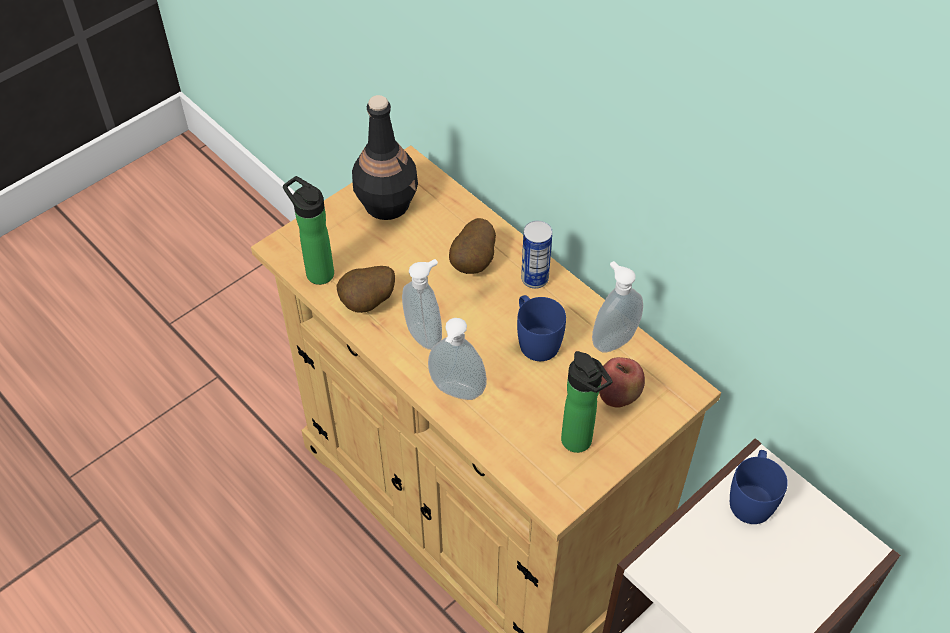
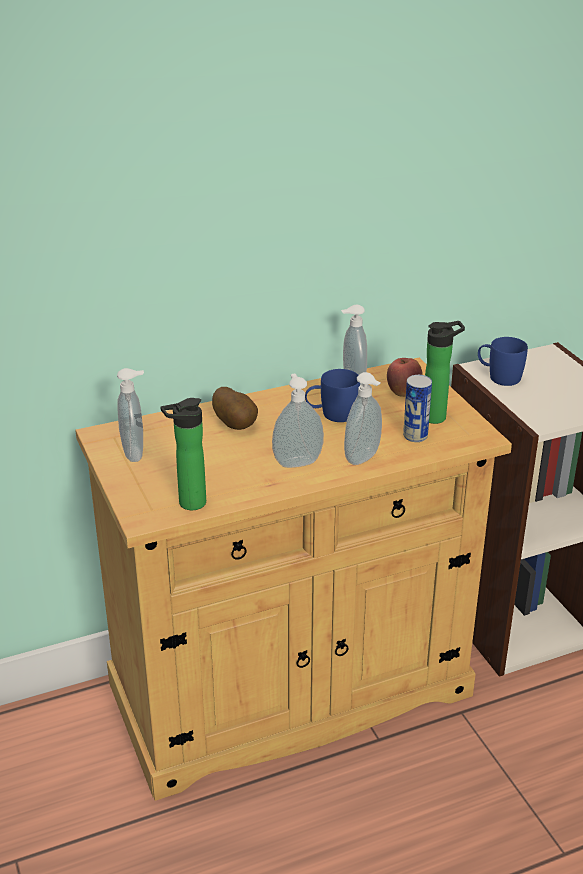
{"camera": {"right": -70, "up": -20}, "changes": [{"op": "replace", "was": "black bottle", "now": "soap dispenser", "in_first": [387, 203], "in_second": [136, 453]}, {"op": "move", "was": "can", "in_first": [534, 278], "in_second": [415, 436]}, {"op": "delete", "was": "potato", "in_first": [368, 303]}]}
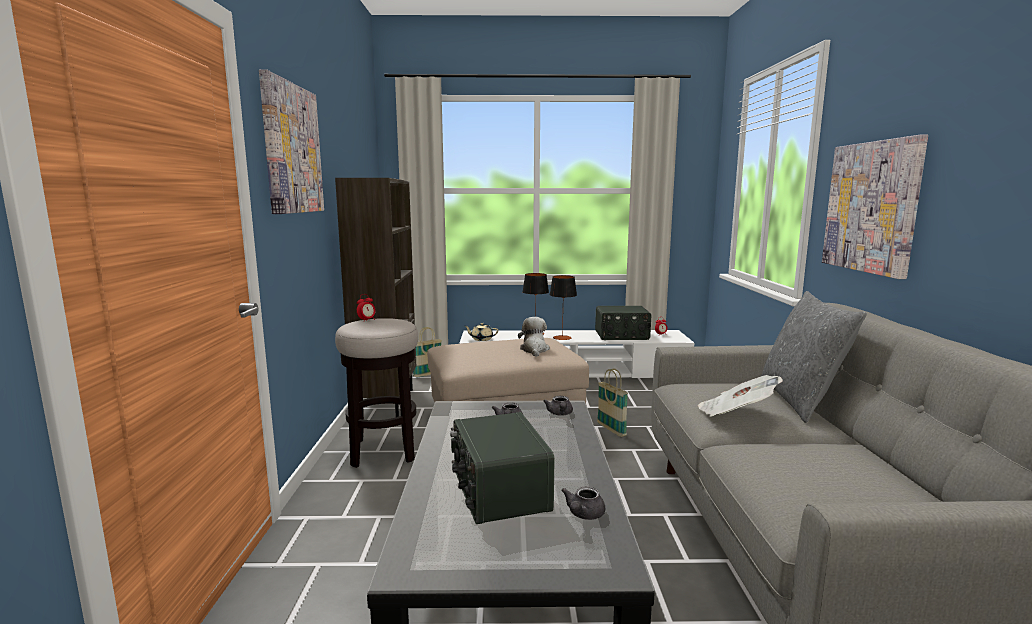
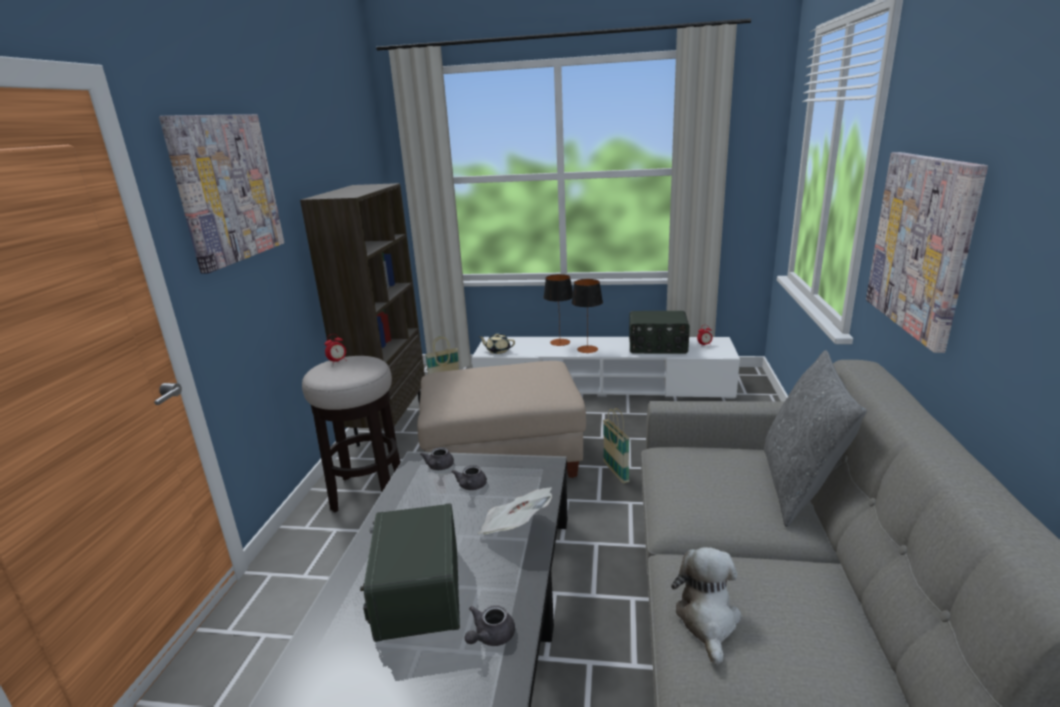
{"camera": {"right": 10, "up": 10}, "changes": [{"op": "move", "was": "plush toy", "in_first": [534, 350], "in_second": [707, 620]}, {"op": "move", "was": "newspaper", "in_first": [735, 414], "in_second": [515, 528]}, {"op": "move", "was": "grey teapot", "in_first": [560, 414], "in_second": [439, 467]}]}
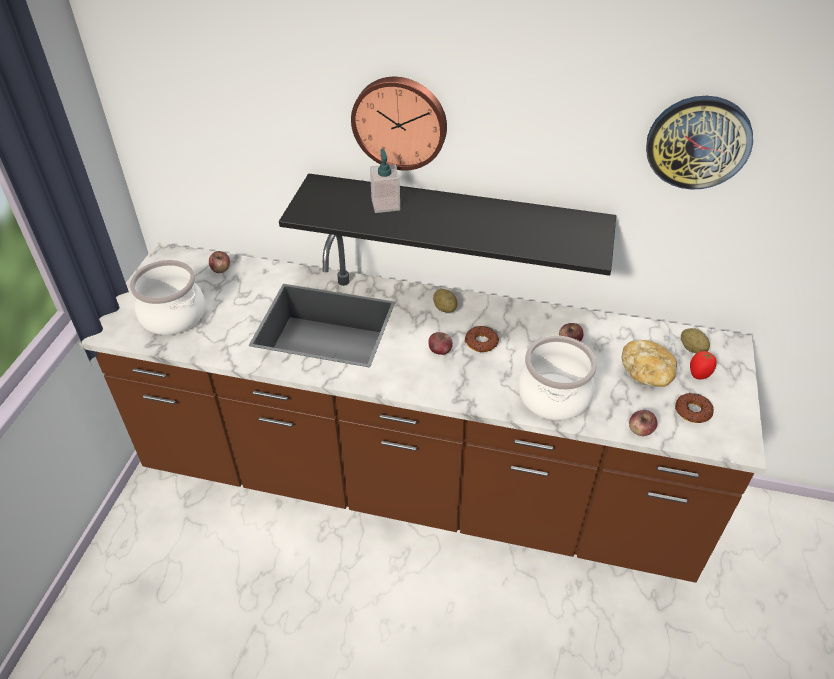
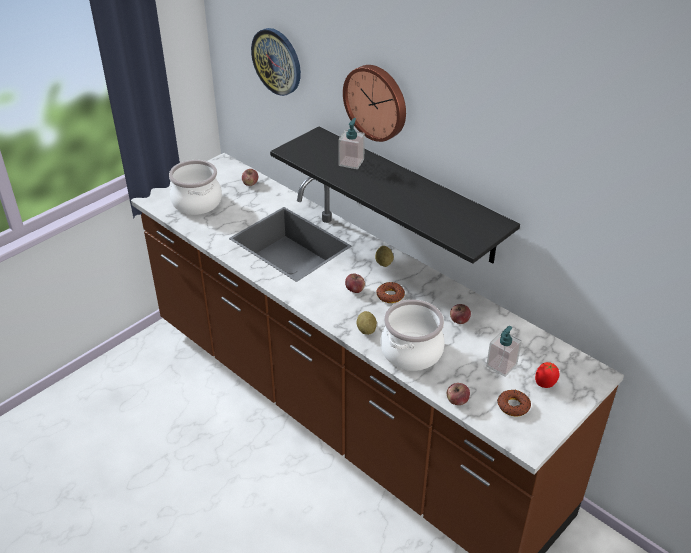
{"camera": {"right": 30, "up": -5}, "changes": [{"op": "move", "was": "wall clock", "in_first": [698, 142], "in_second": [277, 61]}, {"op": "move", "was": "potato", "in_first": [692, 348], "in_second": [366, 330]}, {"op": "replace", "was": "bread", "now": "soap dispenser", "in_first": [646, 373], "in_second": [501, 365]}]}
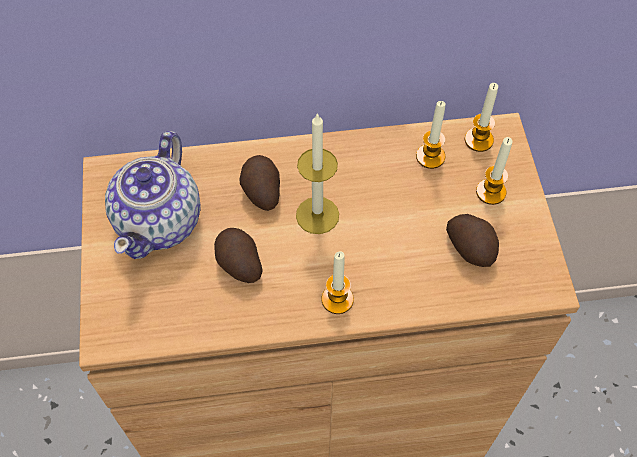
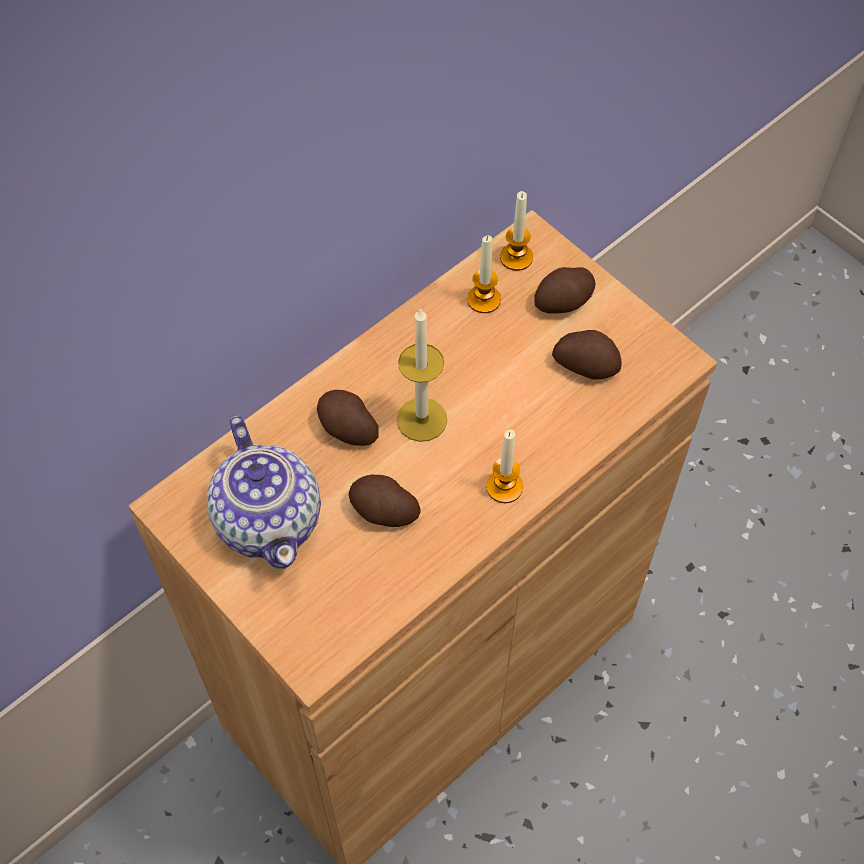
{"camera": {"right": -35, "up": 0}, "changes": [{"op": "replace", "was": "candle", "now": "potato", "in_first": [490, 192], "in_second": [565, 302]}]}
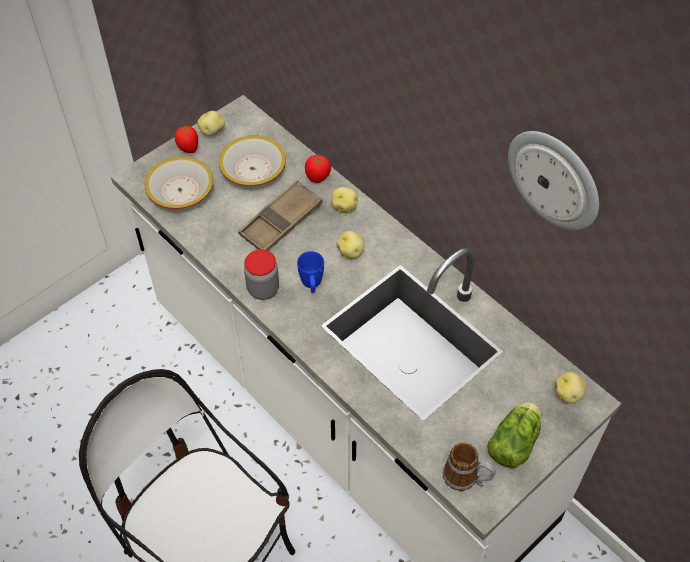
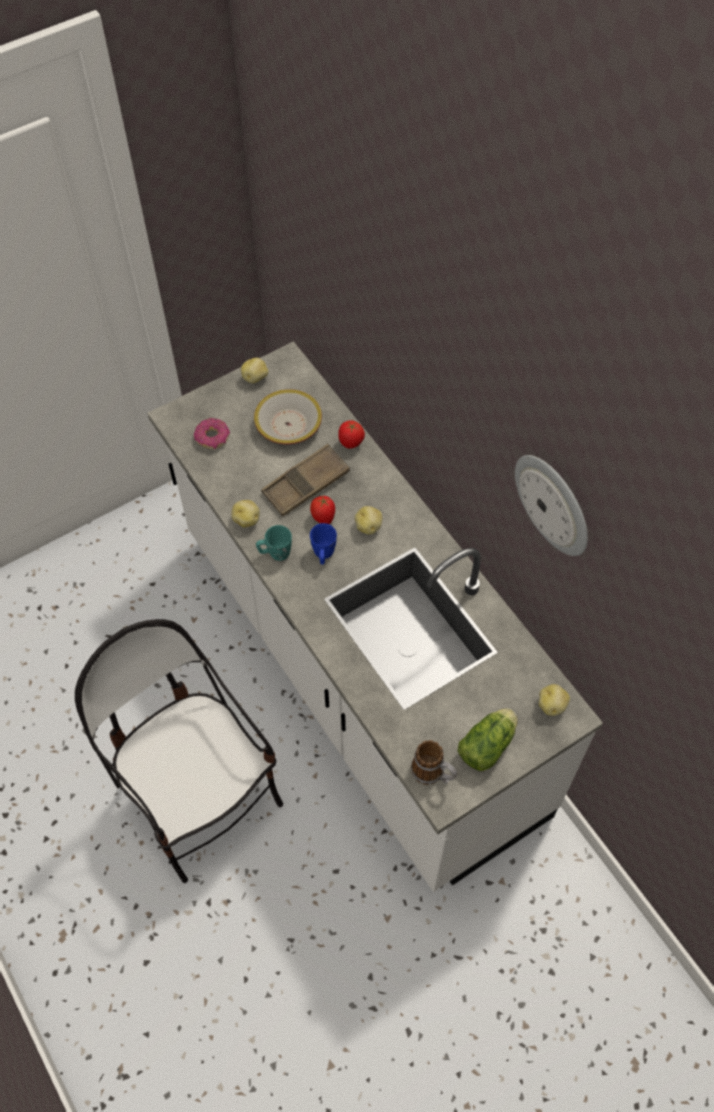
{"camera": {"right": 10, "up": 5}, "changes": [{"op": "move", "was": "tomato", "in_first": [188, 149], "in_second": [323, 518]}, {"op": "replace", "was": "bowl", "now": "donut", "in_first": [180, 190], "in_second": [212, 438]}, {"op": "move", "was": "potato", "in_first": [344, 206], "in_second": [246, 519]}, {"op": "replace", "was": "jar", "now": "turquoise mug", "in_first": [263, 289], "in_second": [275, 553]}]}
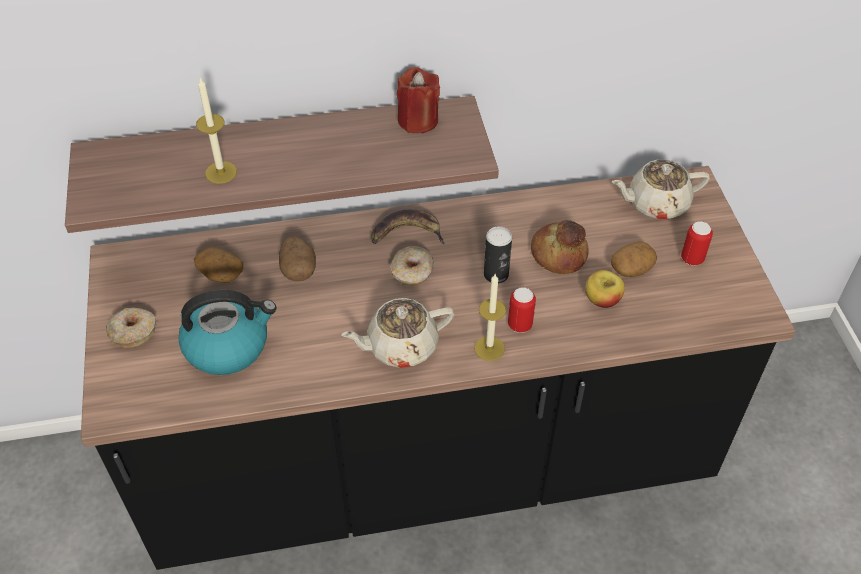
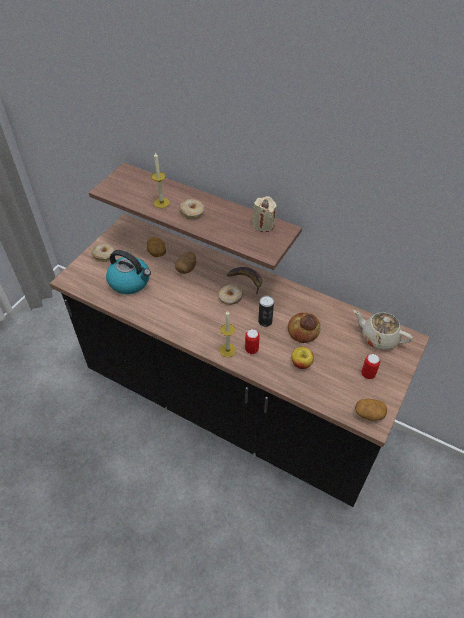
{"camera": {"right": 40, "up": 0}, "changes": [{"op": "recolor", "was": "red candle", "now": "beige candle", "in_first": [418, 120], "in_second": [263, 225]}, {"op": "move", "was": "potato", "in_first": [631, 269], "in_second": [369, 414]}, {"op": "delete", "was": "beige teapot", "in_first": [400, 346]}, {"op": "insert", "now": "donut", "in_second": [192, 212]}]}
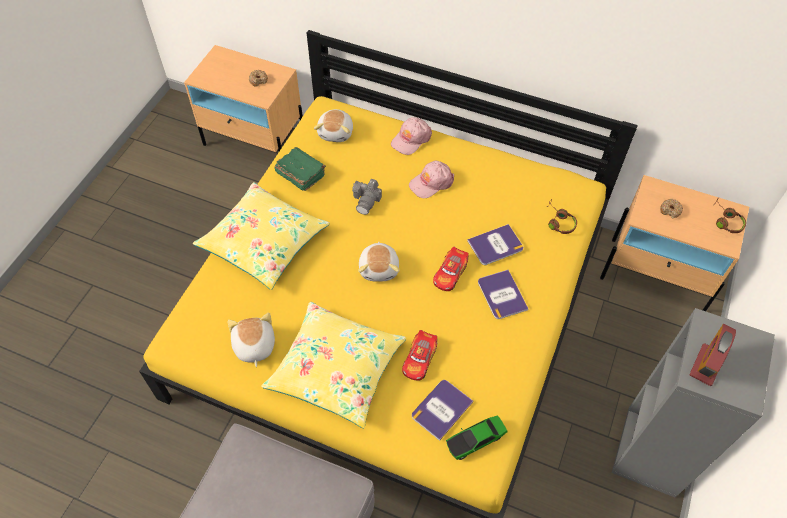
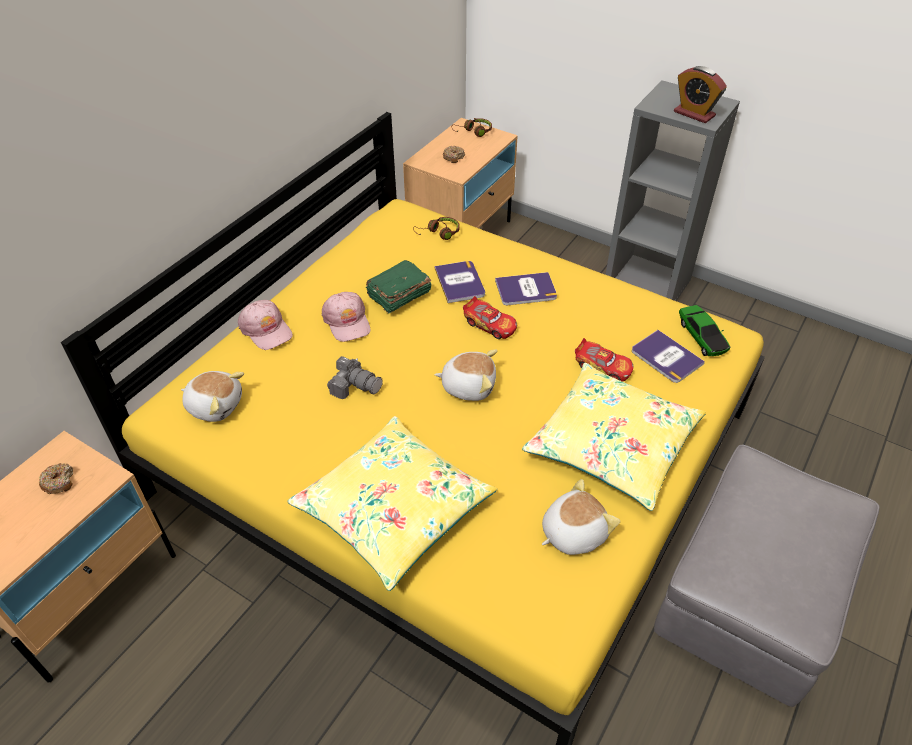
{"camera": {"right": -80, "up": -10}, "changes": [{"op": "move", "was": "green book", "in_first": [300, 174], "in_second": [398, 295]}, {"op": "rotate", "was": "plush toy", "in_first": [253, 346], "in_second": [572, 532], "clockwise": 150}]}
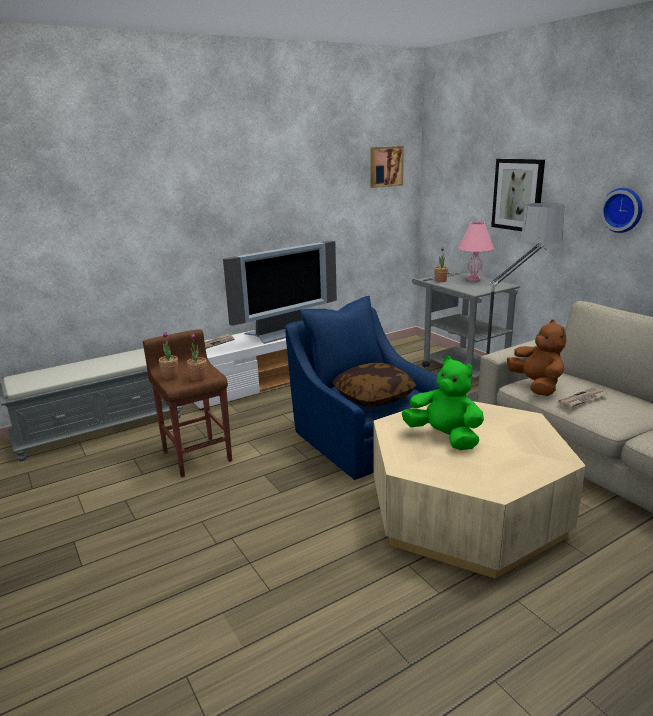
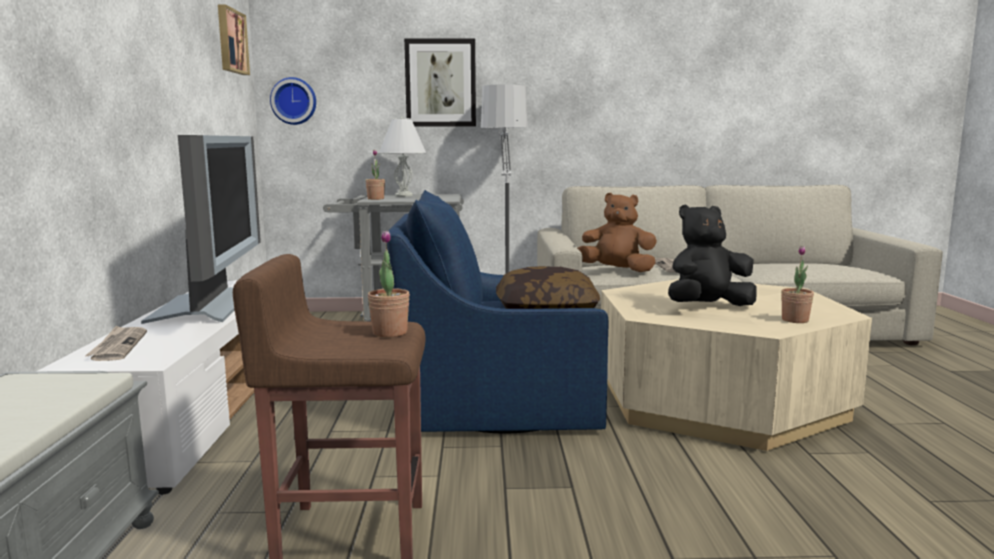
{"camera": {"right": -60, "up": -10}, "changes": [{"op": "move", "was": "wall clock", "in_first": [623, 210], "in_second": [294, 101]}, {"op": "recolor", "was": "pink table lamp", "now": "white table lamp", "in_first": [474, 279], "in_second": [404, 195]}, {"op": "move", "was": "potted plant", "in_first": [170, 376], "in_second": [795, 320]}, {"op": "recolor", "was": "green plush toy", "now": "black plush toy", "in_first": [444, 437], "in_second": [707, 307]}]}
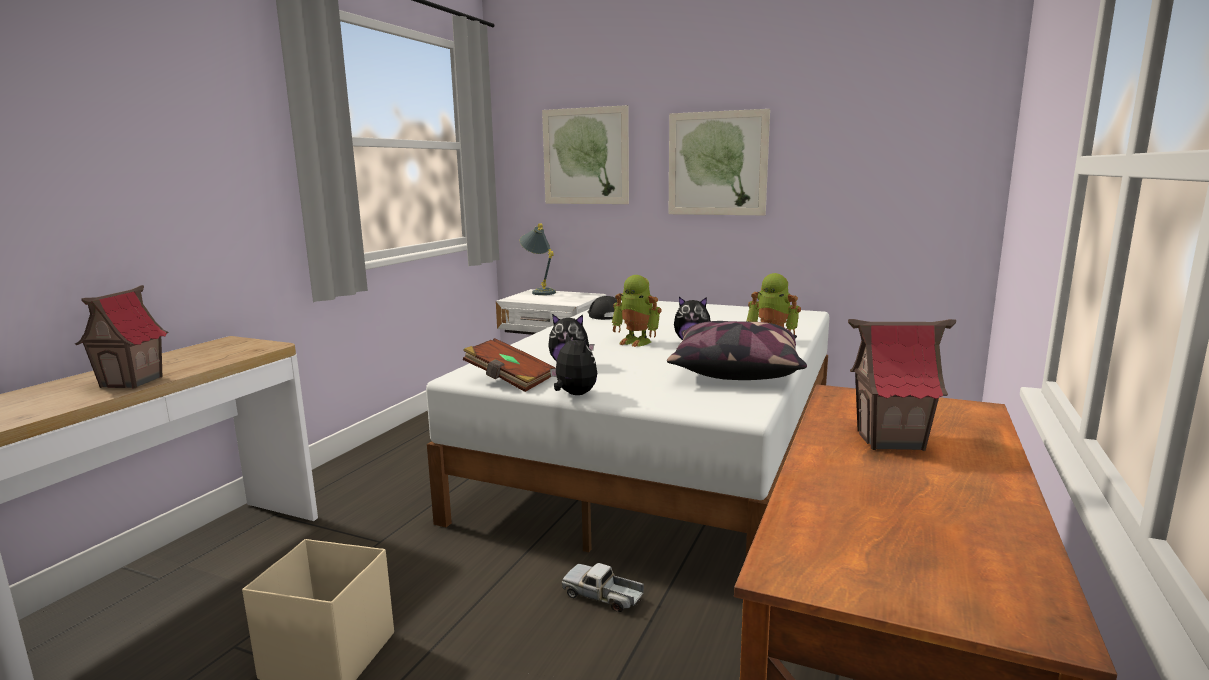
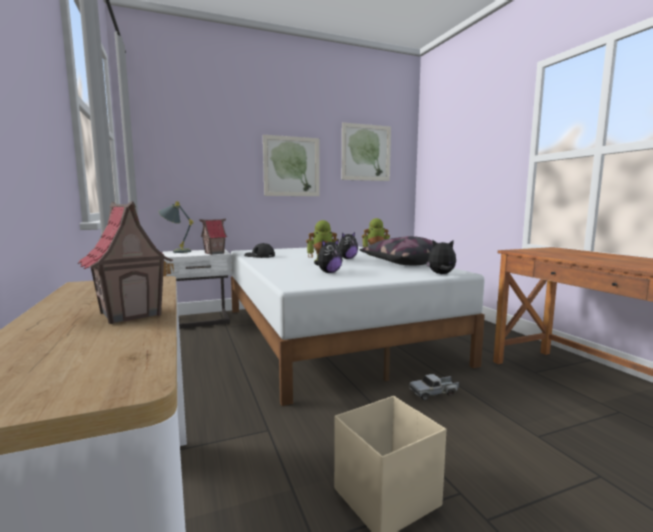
{"camera": {"right": -45, "up": -5}, "changes": [{"op": "move", "was": "picture", "in_first": [585, 156], "in_second": [366, 152]}, {"op": "move", "was": "toy house", "in_first": [891, 440], "in_second": [214, 253]}, {"op": "move", "was": "plush toy", "in_first": [573, 394], "in_second": [441, 274]}, {"op": "delete", "was": "brown book", "in_first": [509, 380]}]}
